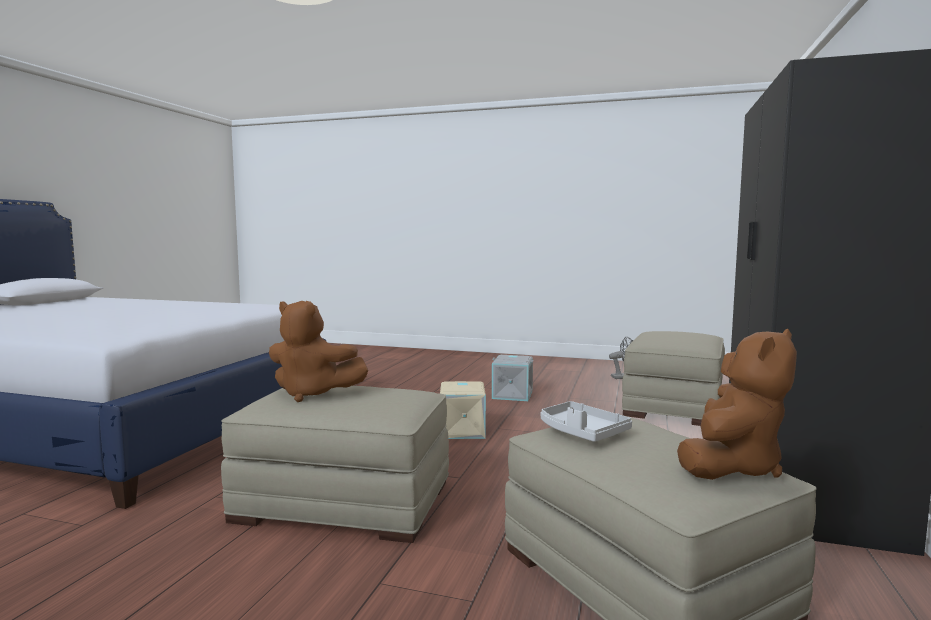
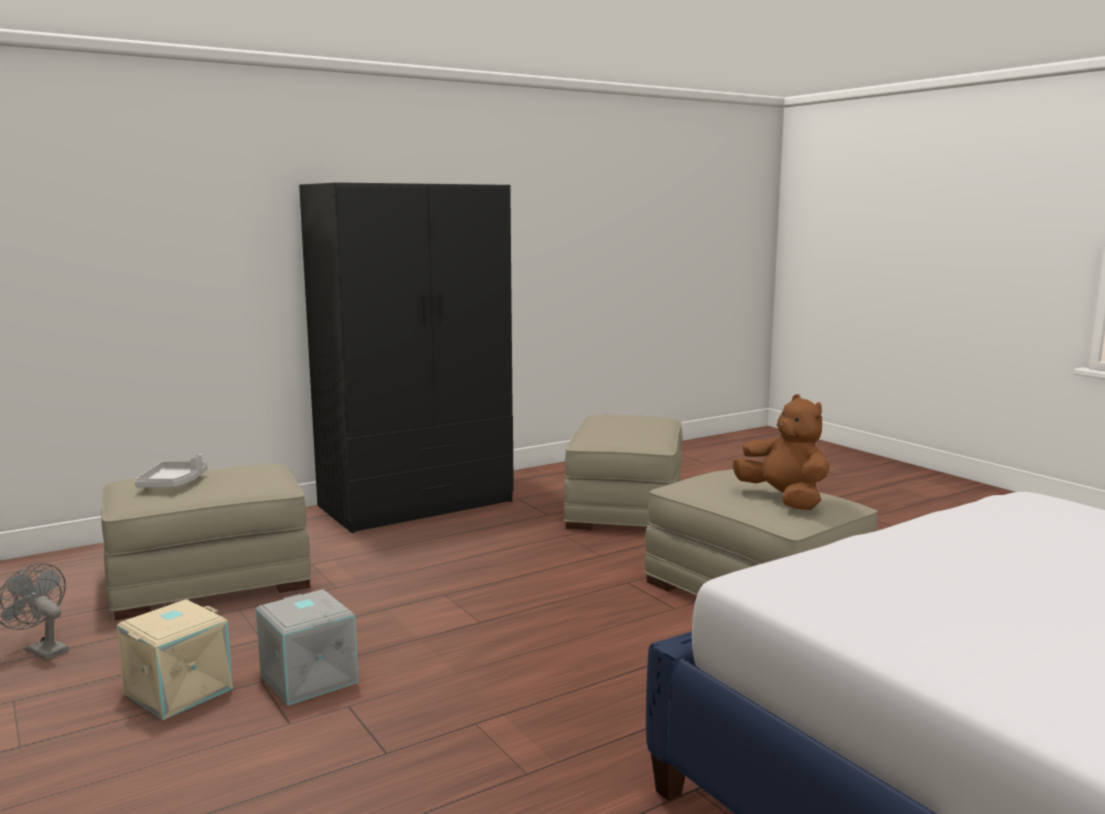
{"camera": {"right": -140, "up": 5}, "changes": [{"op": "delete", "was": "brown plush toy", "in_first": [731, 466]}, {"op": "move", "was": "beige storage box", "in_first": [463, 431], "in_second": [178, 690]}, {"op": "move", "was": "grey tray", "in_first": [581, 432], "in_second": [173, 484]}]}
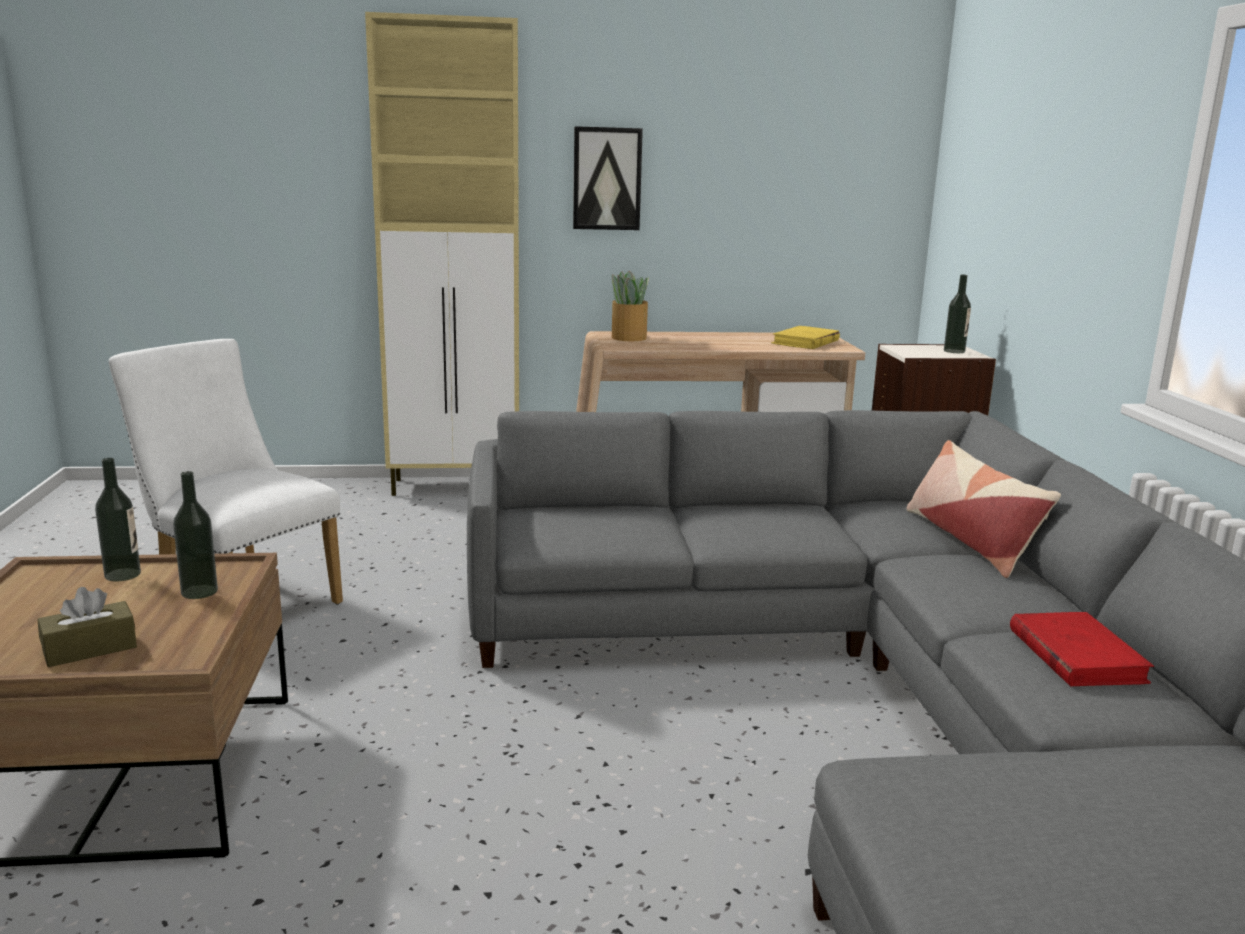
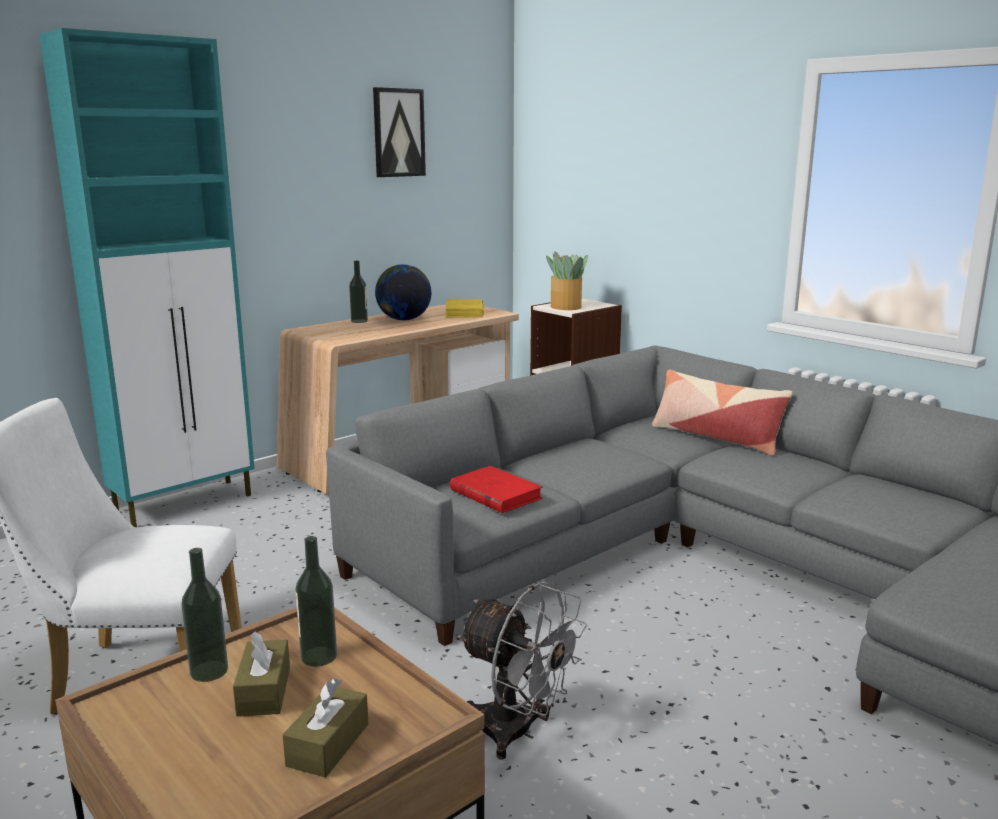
{"camera": {"right": -35, "up": 0}, "changes": [{"op": "recolor", "was": "beige cabinet", "now": "turquoise cabinet", "in_first": [457, 487], "in_second": [186, 503]}, {"op": "move", "was": "picture", "in_first": [607, 179], "in_second": [398, 133]}, {"op": "move", "was": "potted plant", "in_first": [628, 338], "in_second": [566, 307]}, {"op": "move", "was": "bottle", "in_first": [954, 351], "in_second": [359, 321]}, {"op": "move", "was": "red book", "in_first": [1076, 655], "in_second": [495, 494]}, {"op": "insert", "now": "globe", "in_second": [403, 319]}, {"op": "insert", "now": "grey fan", "in_second": [518, 732]}, {"op": "insert", "now": "brown tissue box", "in_second": [264, 691]}]}
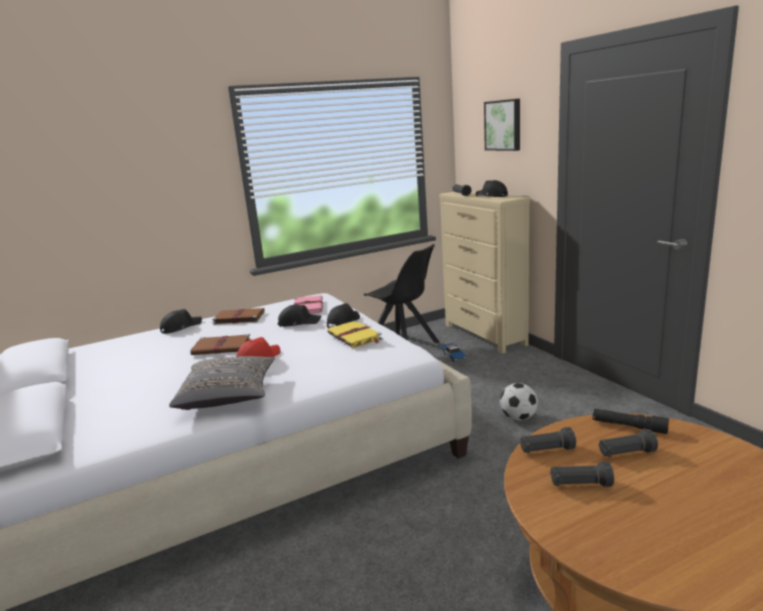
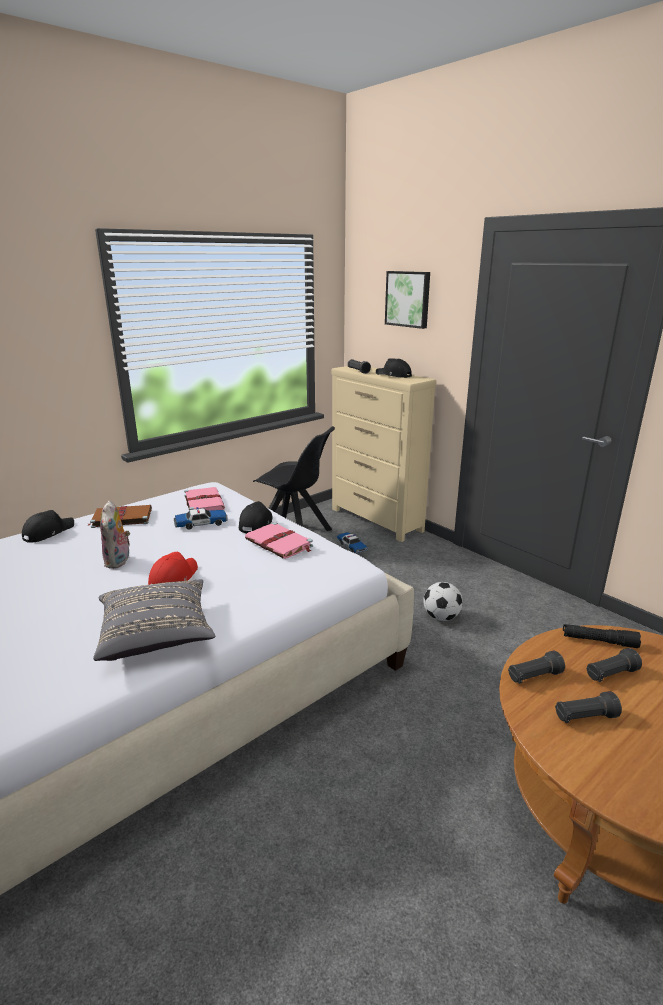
{"camera": {"right": -15, "up": 5}, "changes": [{"op": "replace", "was": "black cap", "now": "toy car", "in_first": [299, 322], "in_second": [201, 523]}, {"op": "recolor", "was": "yellow book", "now": "pink book", "in_first": [355, 337], "in_second": [279, 543]}, {"op": "replace", "was": "brown book", "now": "plush toy", "in_first": [223, 347], "in_second": [119, 561]}]}
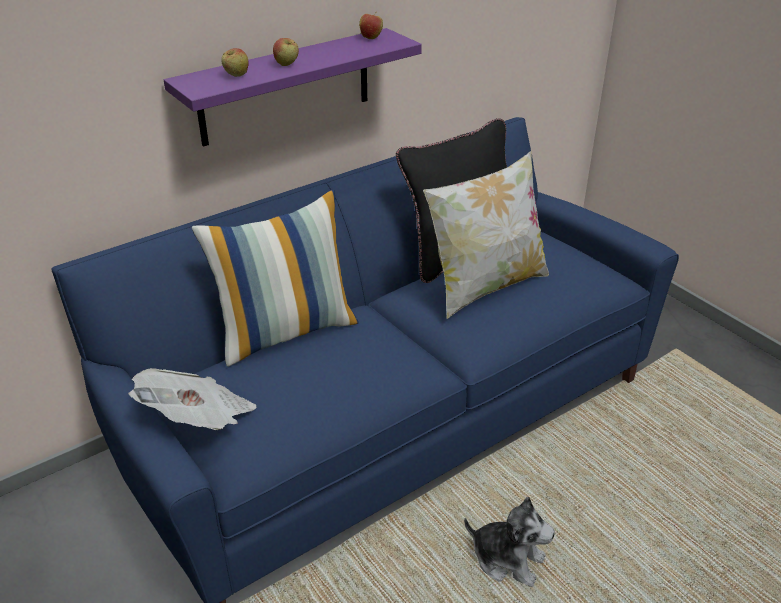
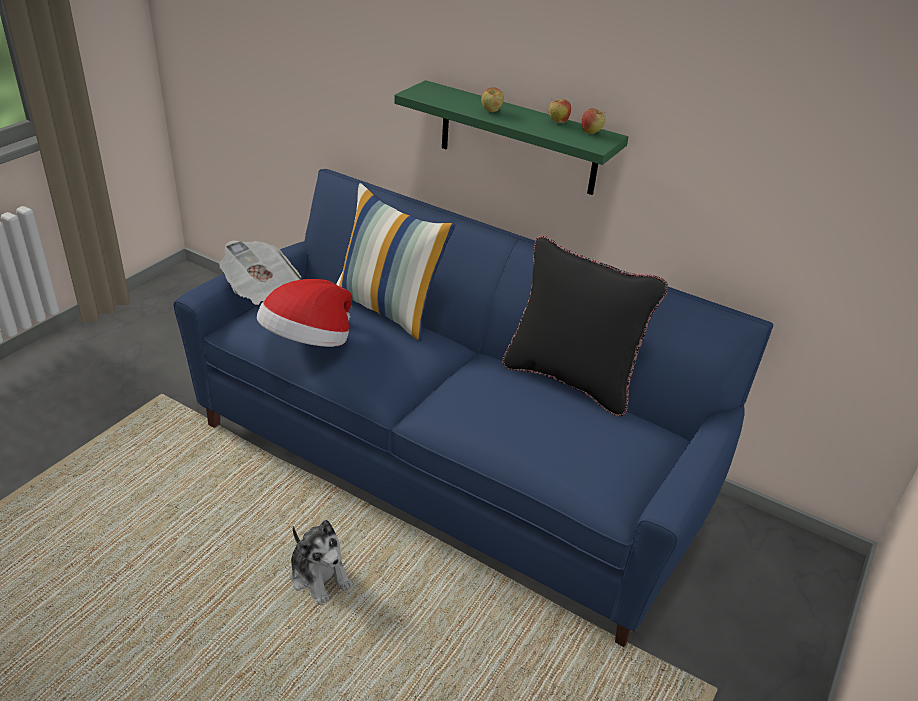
{"camera": {"right": 65, "up": 0}, "changes": [{"op": "recolor", "was": "purple shelf", "now": "green shelf", "in_first": [285, 87], "in_second": [518, 139]}, {"op": "move", "was": "apple", "in_first": [236, 76], "in_second": [558, 122]}, {"op": "delete", "was": "pillow", "in_first": [485, 286]}, {"op": "rotate", "was": "plush toy", "in_first": [507, 559], "in_second": [319, 576], "clockwise": -45}, {"op": "insert", "now": "hat", "in_second": [308, 343]}]}
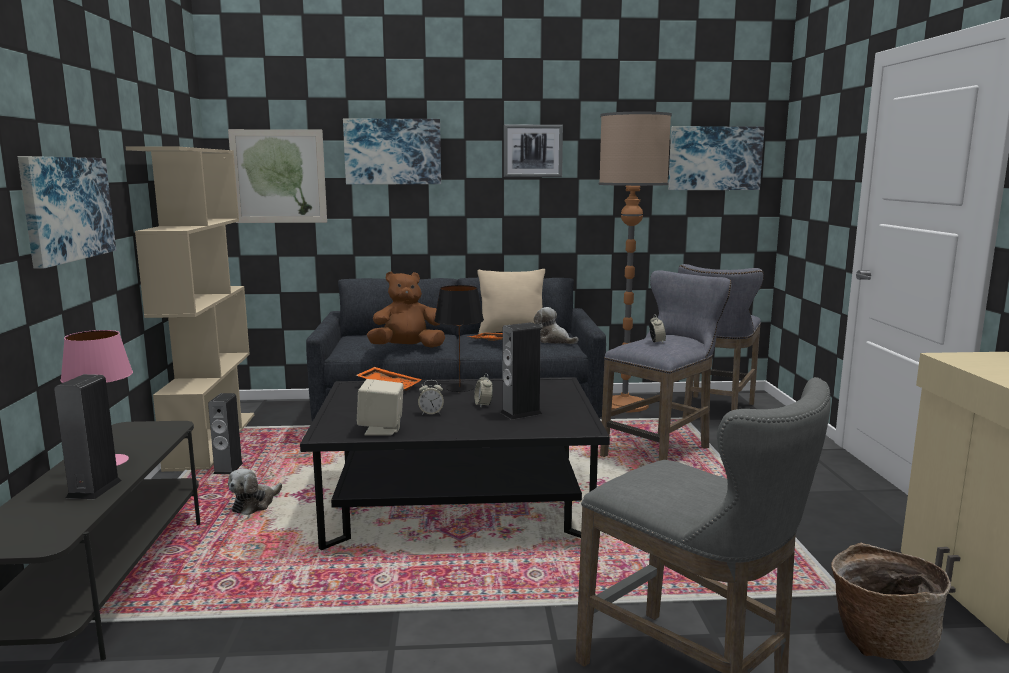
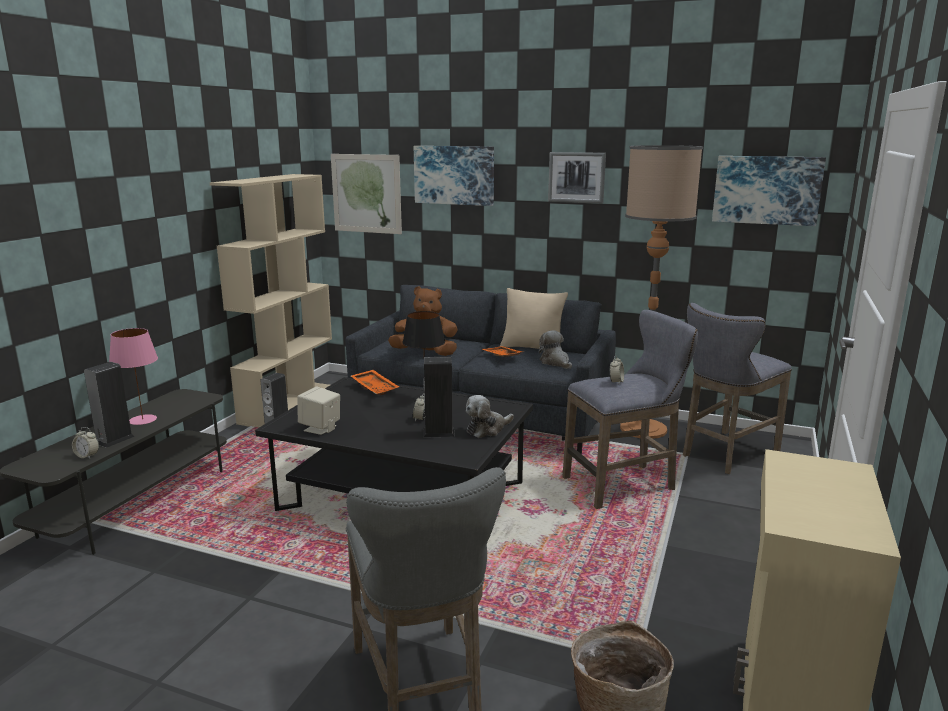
{"camera": {"right": 25, "up": 5}, "changes": [{"op": "delete", "was": "picture", "in_first": [66, 208]}, {"op": "move", "was": "alarm clock", "in_first": [431, 413], "in_second": [87, 456]}, {"op": "move", "was": "plush toy", "in_first": [255, 505], "in_second": [487, 429]}]}
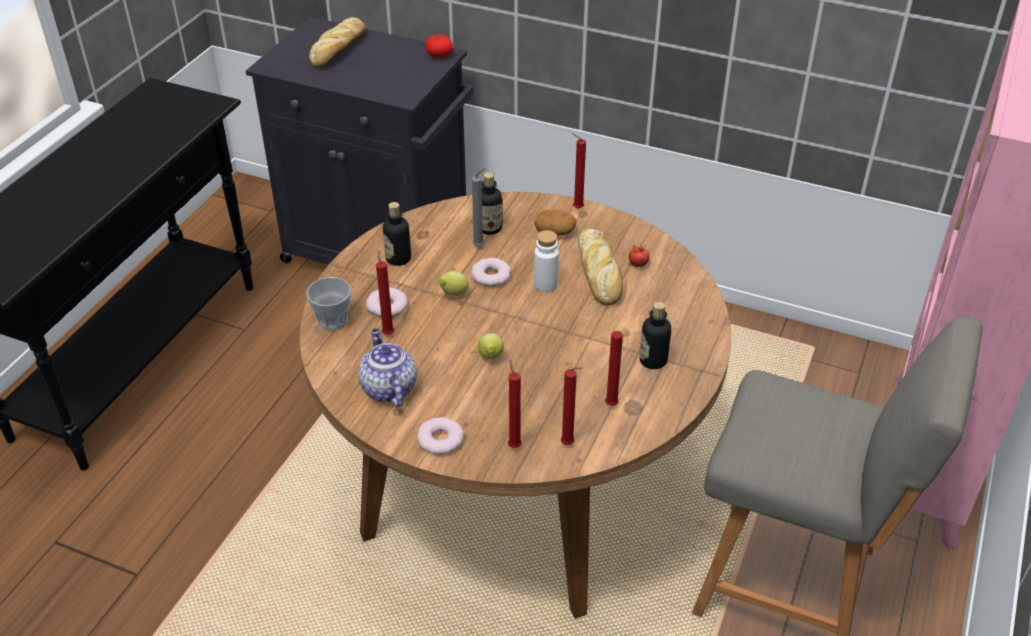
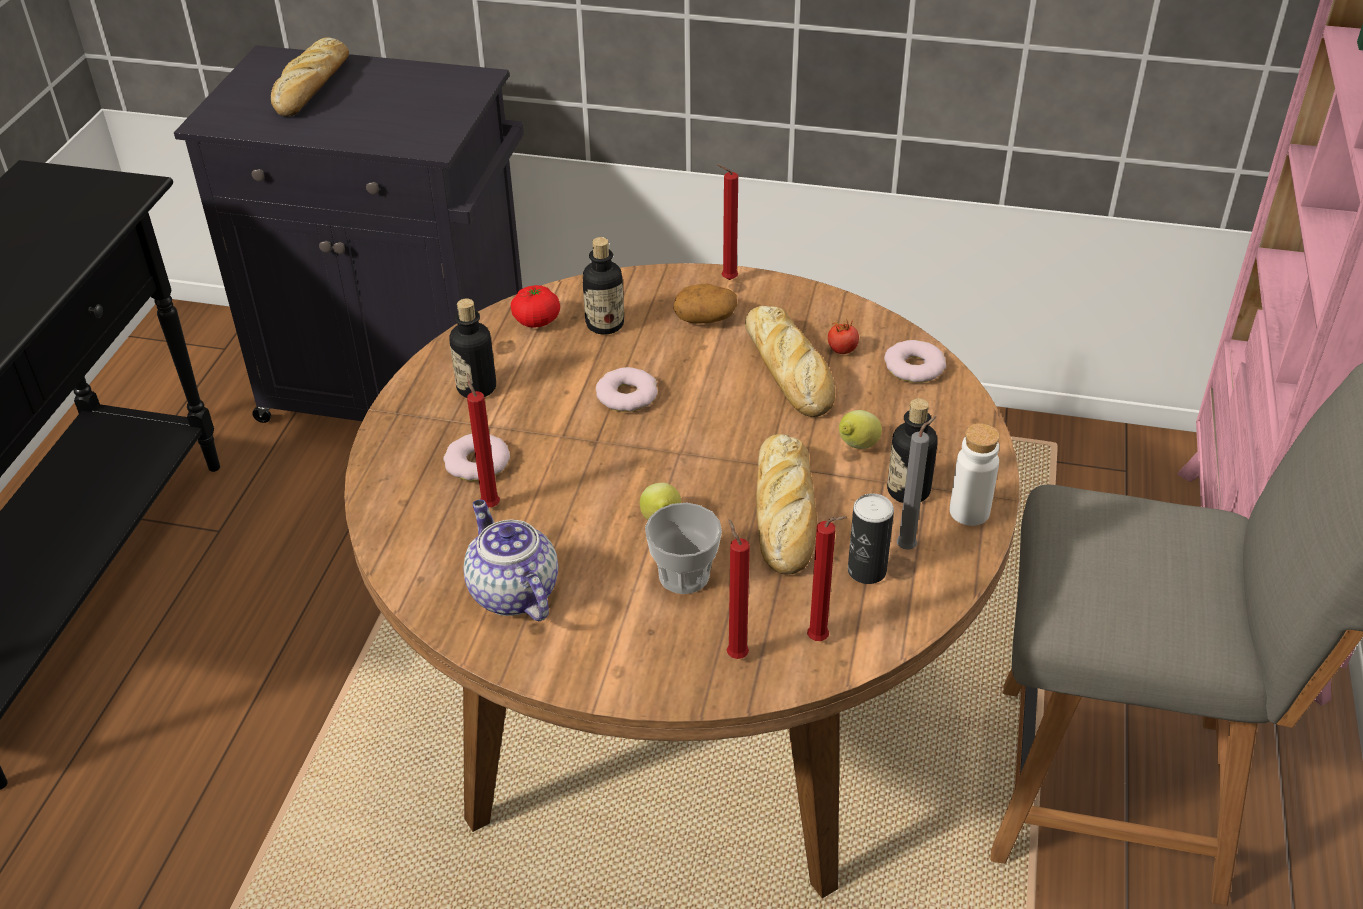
{"camera": {"right": -10, "up": 0}, "changes": [{"op": "move", "was": "tomato", "in_first": [439, 54], "in_second": [536, 320]}, {"op": "move", "was": "grey candle", "in_first": [480, 246], "in_second": [908, 547]}, {"op": "move", "was": "white bottle", "in_first": [545, 284], "in_second": [969, 512]}, {"op": "move", "was": "lemon", "in_first": [453, 294], "in_second": [856, 447]}, {"op": "move", "was": "cup", "in_first": [333, 320], "in_second": [684, 575]}, {"op": "replace", "was": "red candle", "now": "can", "in_first": [611, 406], "in_second": [867, 570]}, {"op": "move", "was": "donut", "in_first": [440, 439], "in_second": [914, 367]}, {"op": "insert", "now": "bread", "in_second": [785, 514]}]}
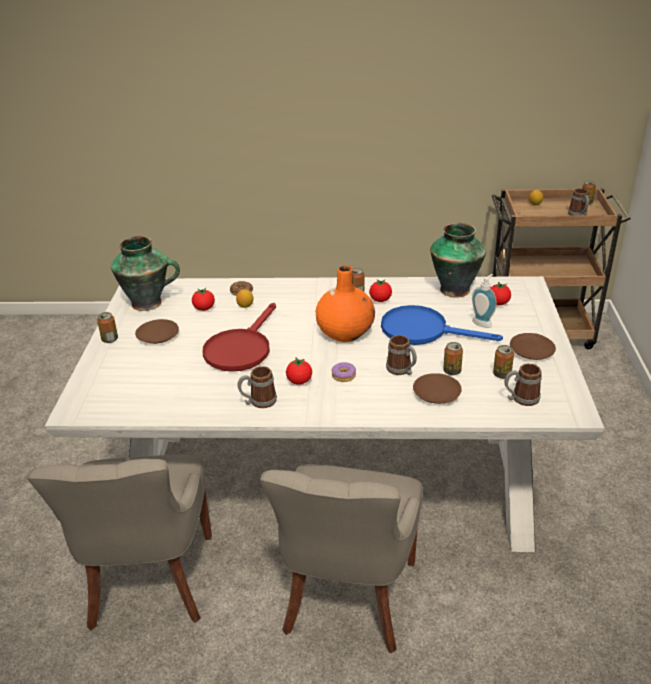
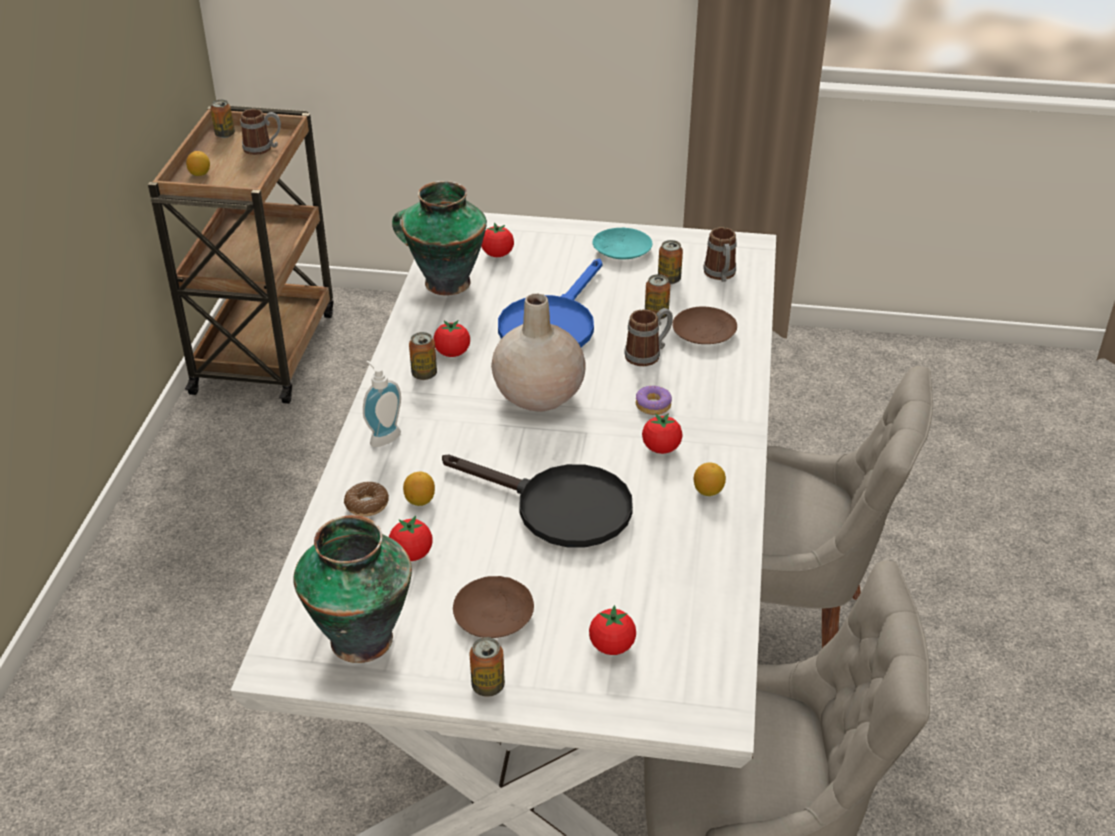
{"camera": {"right": -85, "up": 5}, "changes": [{"op": "recolor", "was": "orange vase", "now": "beige vase", "in_first": [345, 332], "in_second": [537, 395]}, {"op": "move", "was": "soap dispenser", "in_first": [483, 322], "in_second": [383, 436]}, {"op": "recolor", "was": "red frying pan", "now": "black frying pan", "in_first": [241, 348], "in_second": [558, 507]}, {"op": "recolor", "was": "brown plate", "now": "turquoise plate", "in_first": [531, 351], "in_second": [621, 250]}, {"op": "replace", "was": "mug", "now": "lemon", "in_first": [258, 402], "in_second": [708, 491]}, {"op": "insert", "now": "tomato", "in_second": [612, 646]}]}
